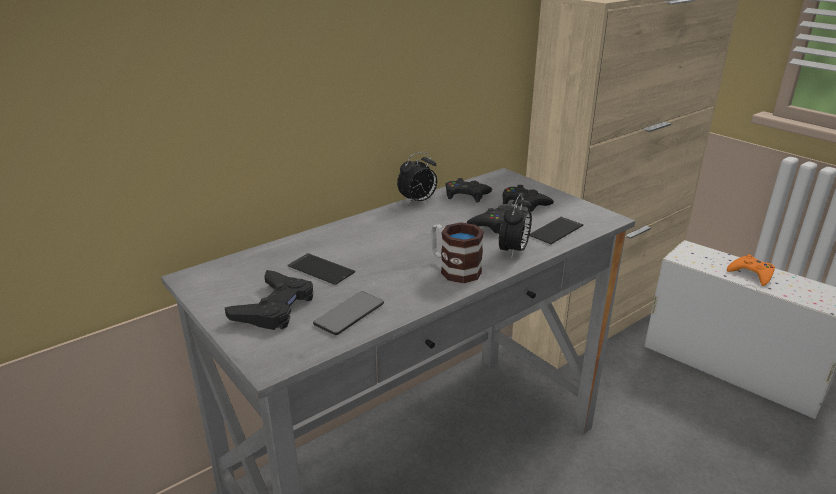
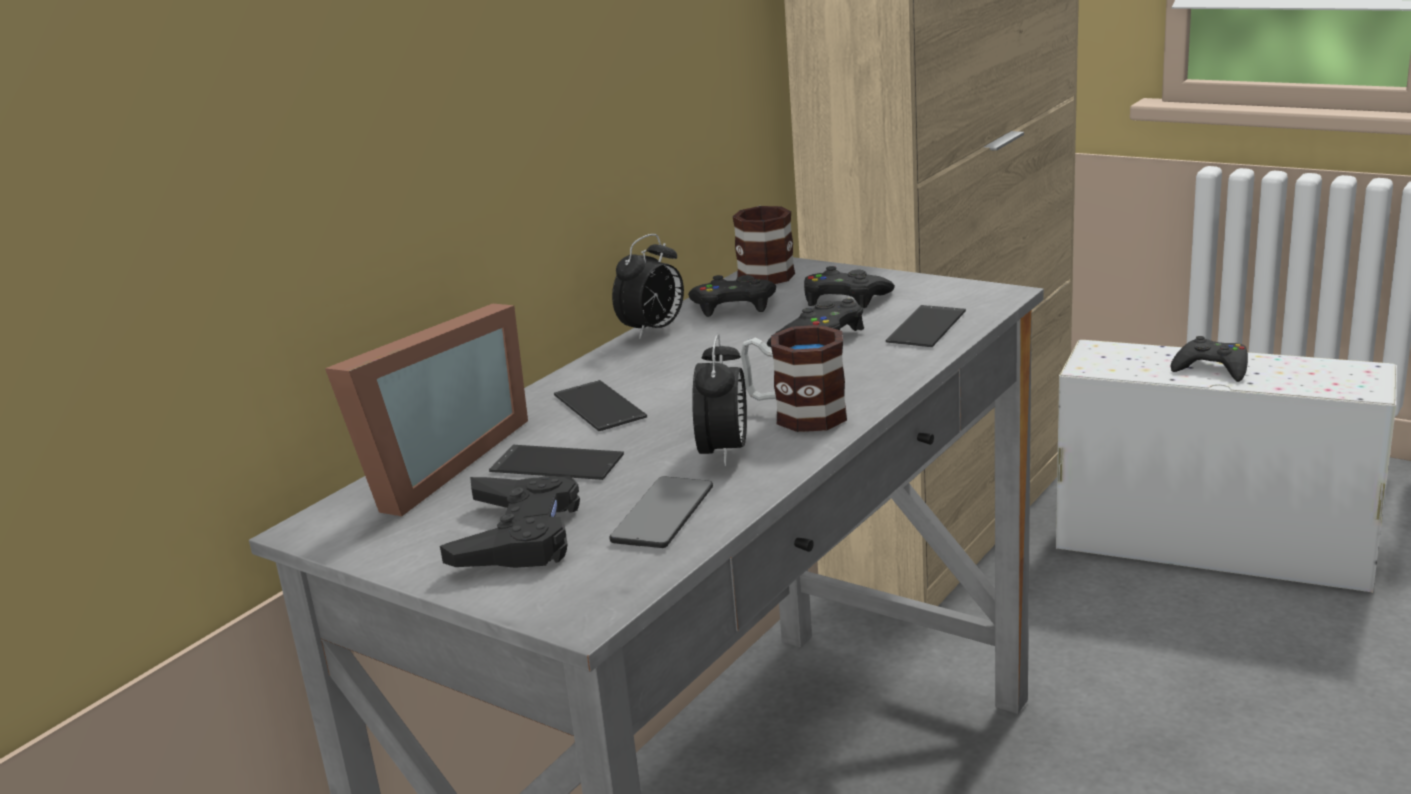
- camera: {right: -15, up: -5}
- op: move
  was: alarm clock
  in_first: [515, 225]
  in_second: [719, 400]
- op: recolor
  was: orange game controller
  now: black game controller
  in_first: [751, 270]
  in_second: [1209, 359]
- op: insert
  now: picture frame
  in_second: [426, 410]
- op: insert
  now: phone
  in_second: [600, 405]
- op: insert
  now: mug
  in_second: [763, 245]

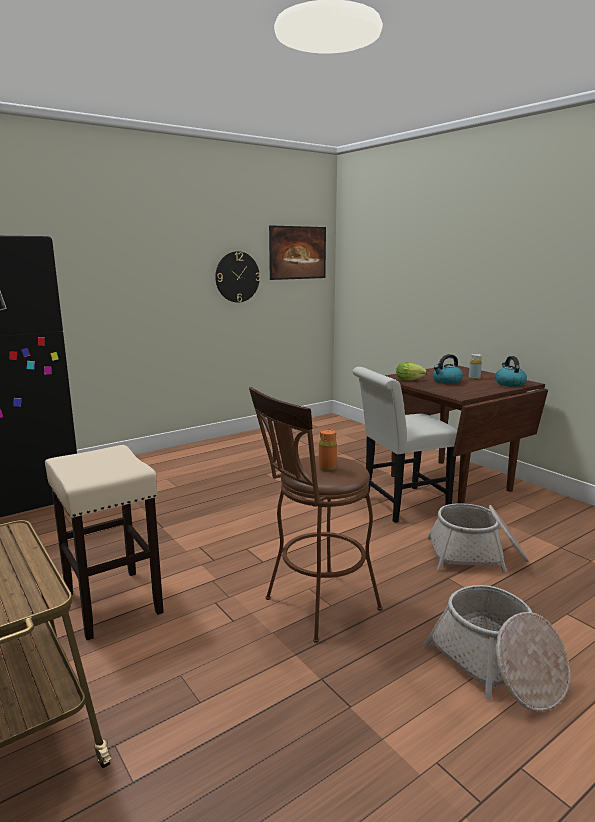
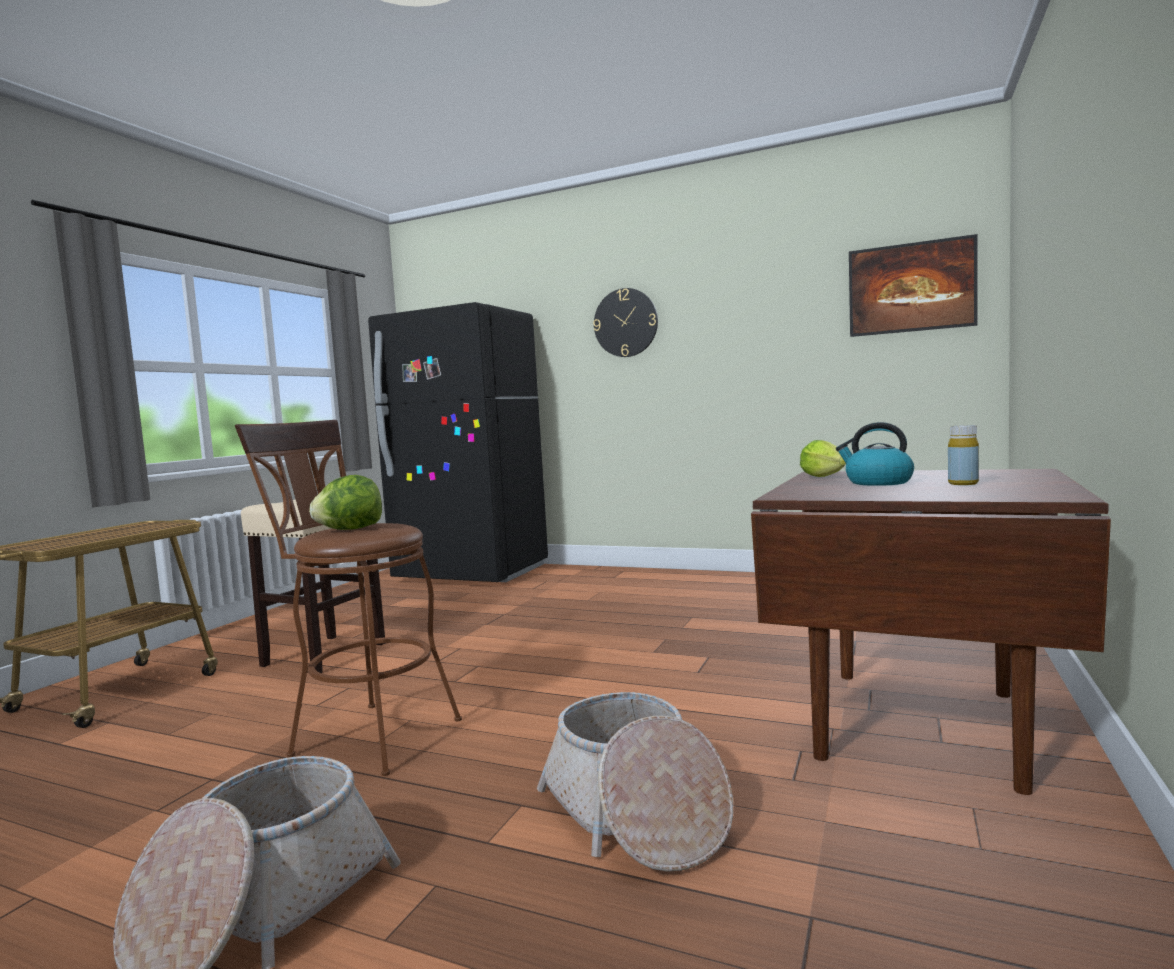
- camera: {right: 60, up: -10}
- op: move
  was: wall clock
  in_first: [237, 276]
  in_second: [625, 322]
- op: replace
  was: orange bottle
  now: lettuce
  in_first: [328, 450]
  in_second: [345, 502]
- op: delete
  was: white chair
  in_first: [404, 445]
- op: delete
  was: kettle
  in_first: [511, 371]

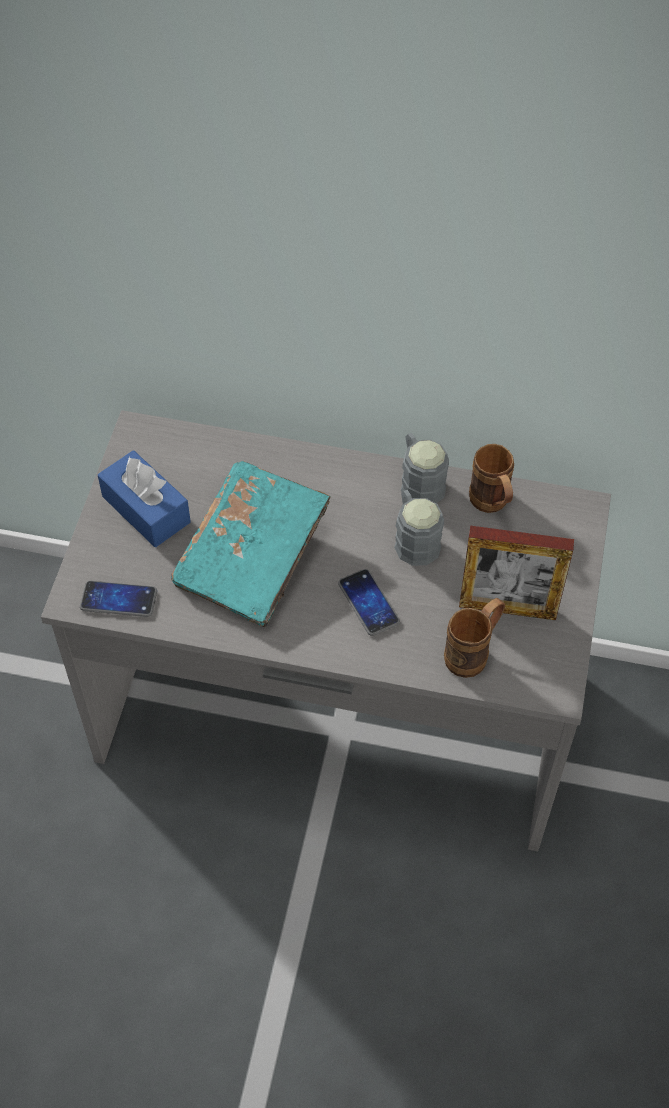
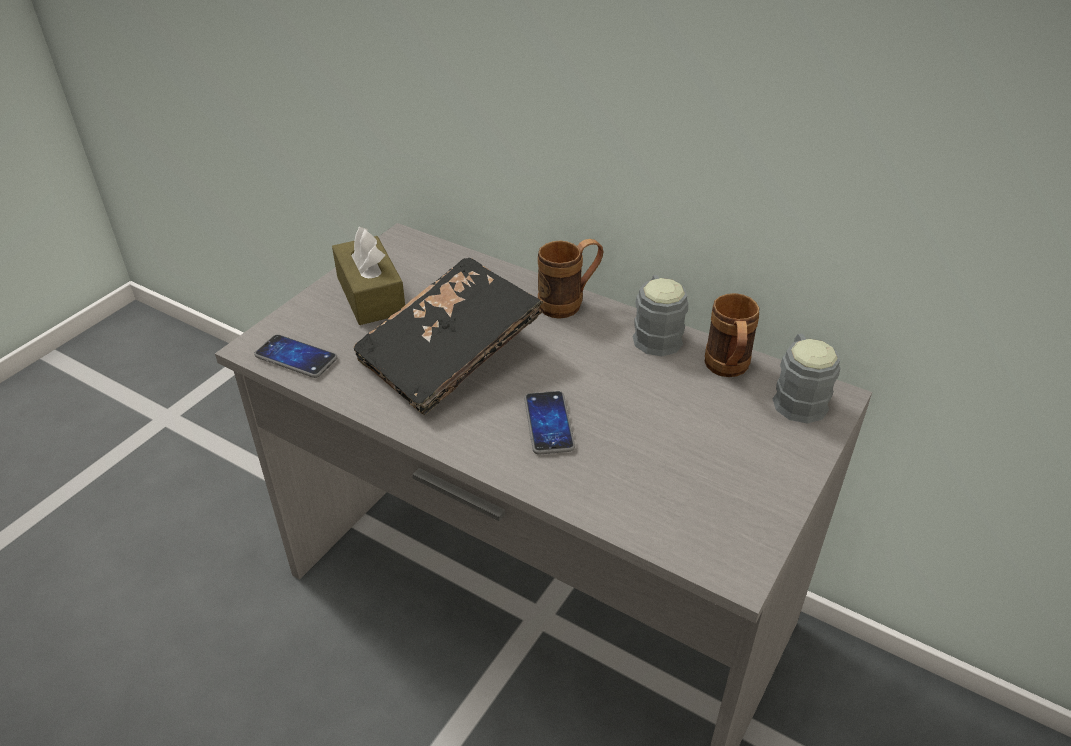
- camera: {right: 20, up: -15}
- op: recolor
  was: blue tissue box
  now: brown tissue box
  in_first: [144, 498]
  in_second: [368, 276]
- op: recolor
  was: turquoise book
  now: black book
  in_first: [251, 544]
  in_second: [448, 336]
- op: move
  was: grey mug
  in_first: [419, 528]
  in_second: [806, 379]
- op: move
  was: brown mug
  in_first: [474, 638]
  in_second: [571, 279]
- op: delete
  was: picture frame
  in_first: [516, 573]

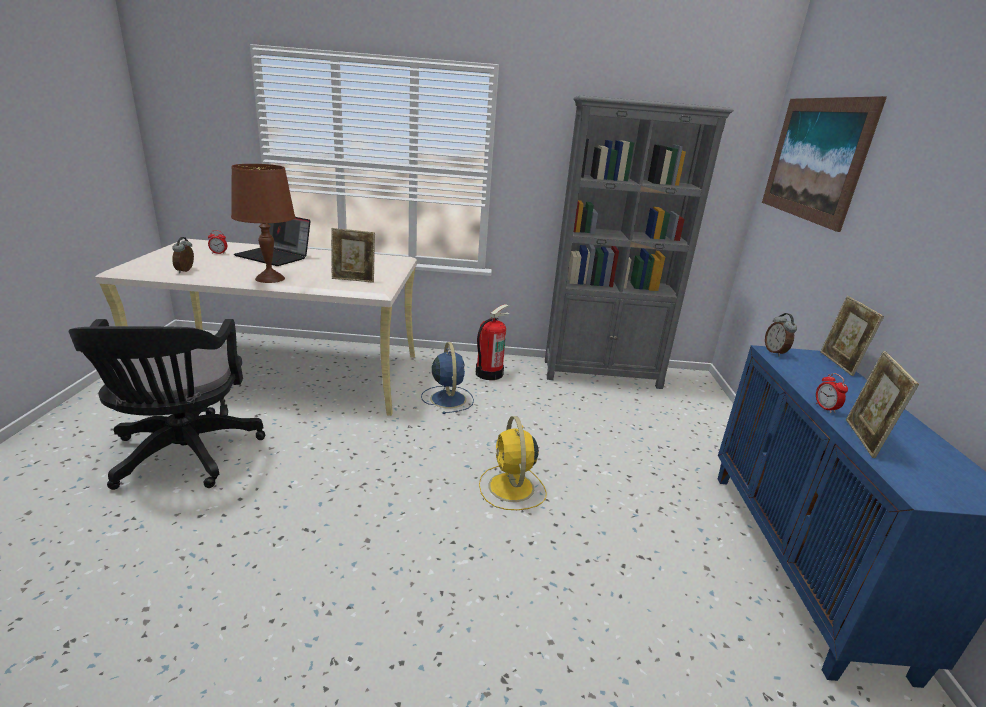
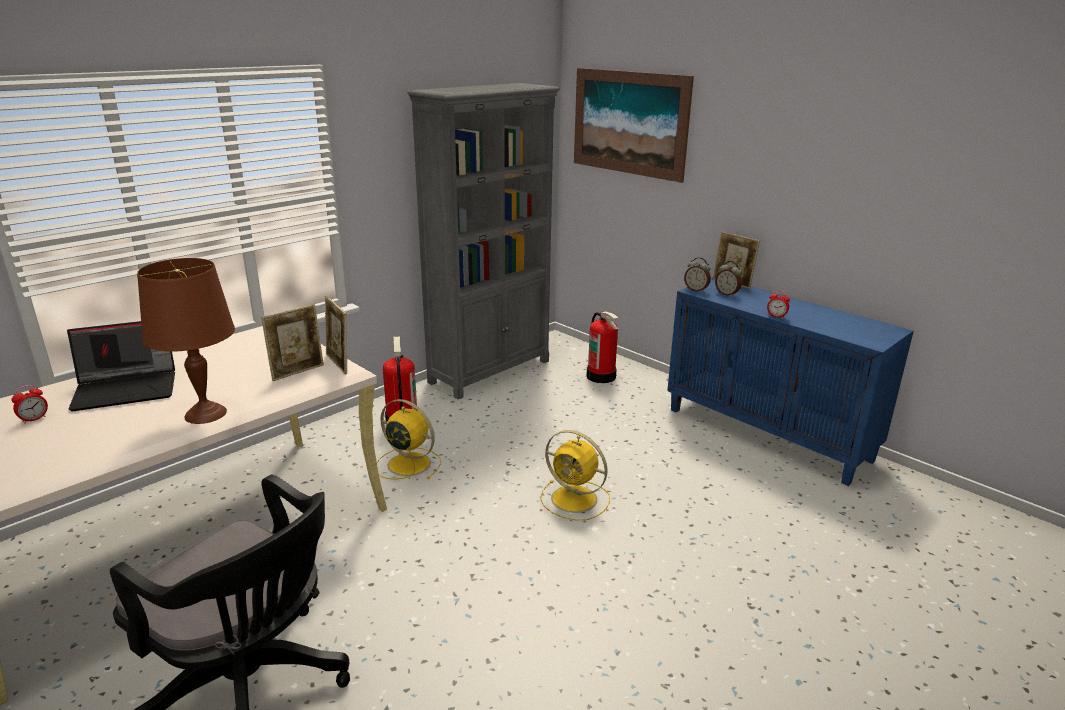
- camera: {right: -45, up: 0}
- op: move
  was: alarm clock
  in_first: [183, 255]
  in_second: [728, 279]
- op: recolor
  was: blue fan
  now: yellow fan
  in_first: [447, 378]
  in_second: [409, 439]
- op: move
  was: picture frame
  in_first: [882, 404]
  in_second: [336, 335]
- op: insert
  now: fire extinguisher
  in_second: [602, 347]

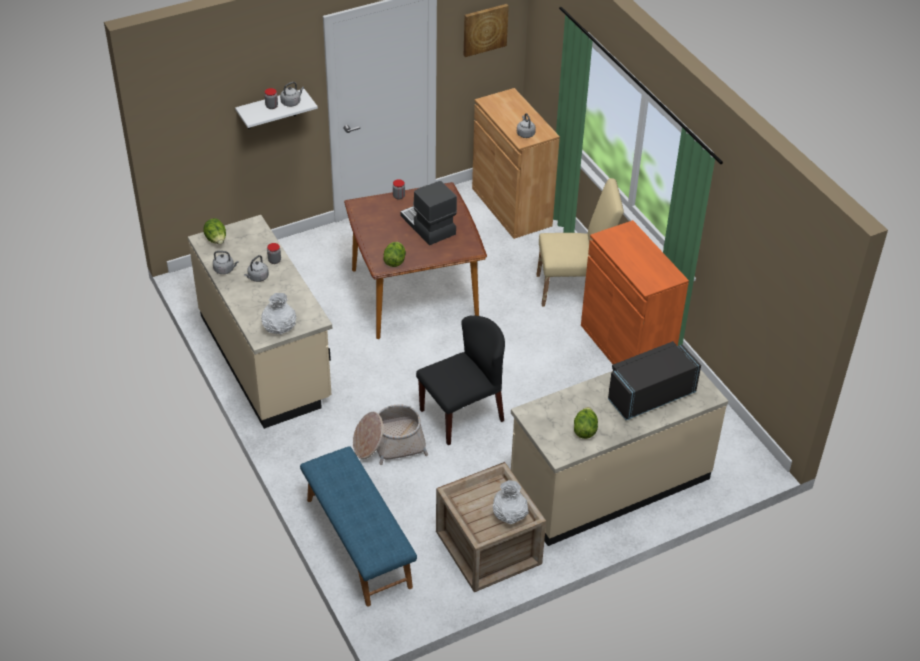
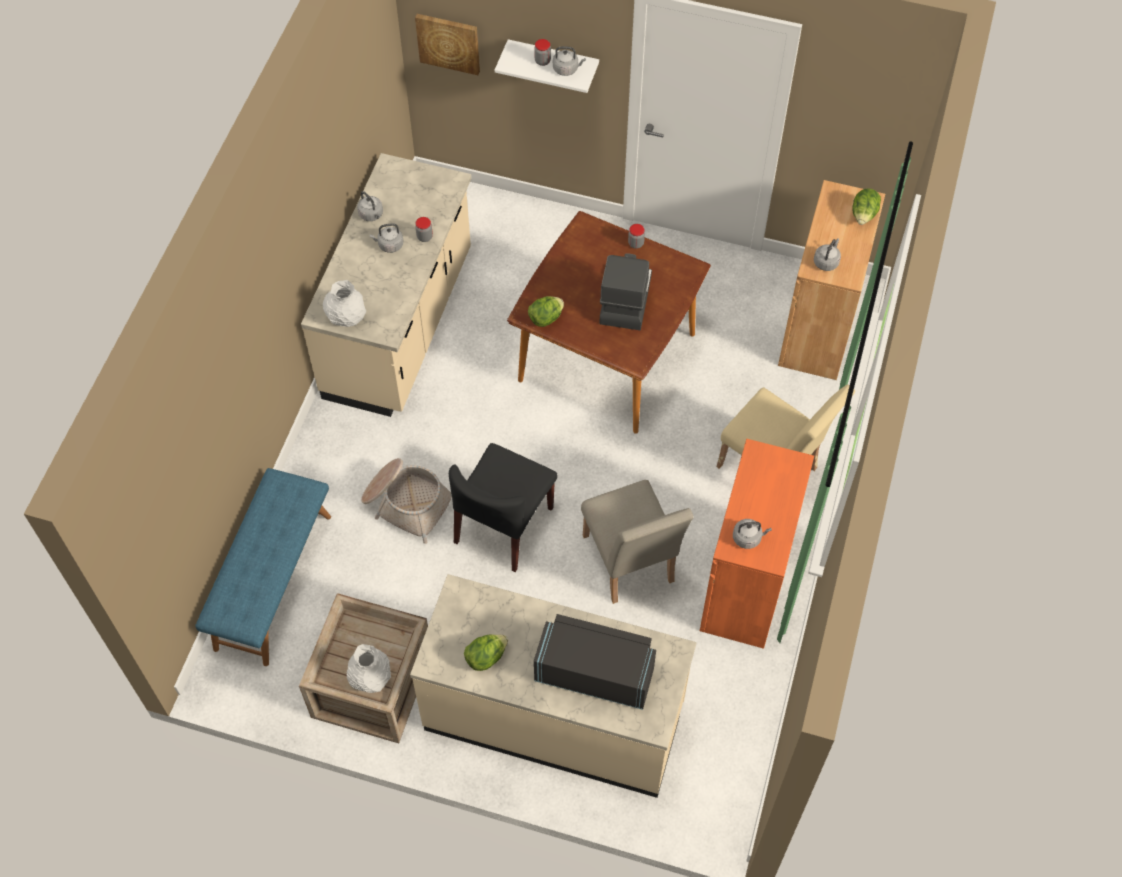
- camera: {right: 45, up: 15}
- op: move
  was: lettuce
  in_first: [214, 231]
  in_second: [866, 206]
- op: rotate
  was: black chair
  in_first: [460, 380]
  in_second: [503, 507]
  clockwise: 105
- op: move
  was: picture
  in_first: [486, 30]
  in_second: [447, 44]
- op: insert
  now: beige chair
  in_second: [637, 542]
- op: insert
  now: grey kettle
  in_second: [752, 534]

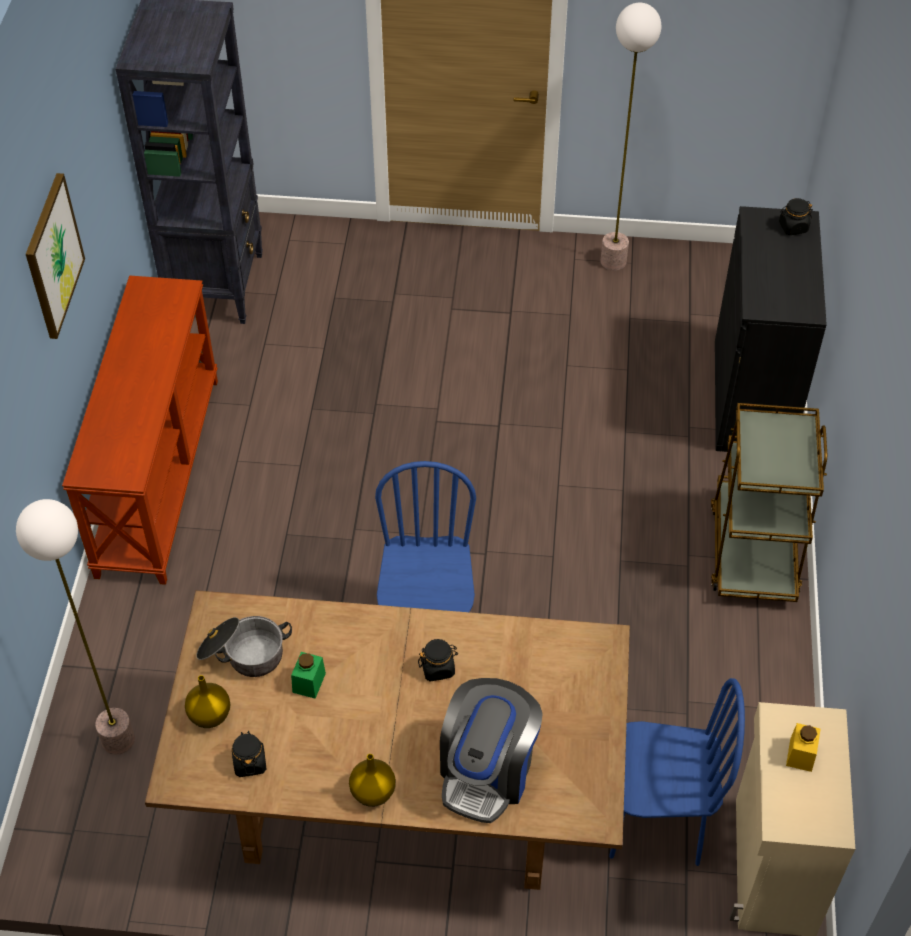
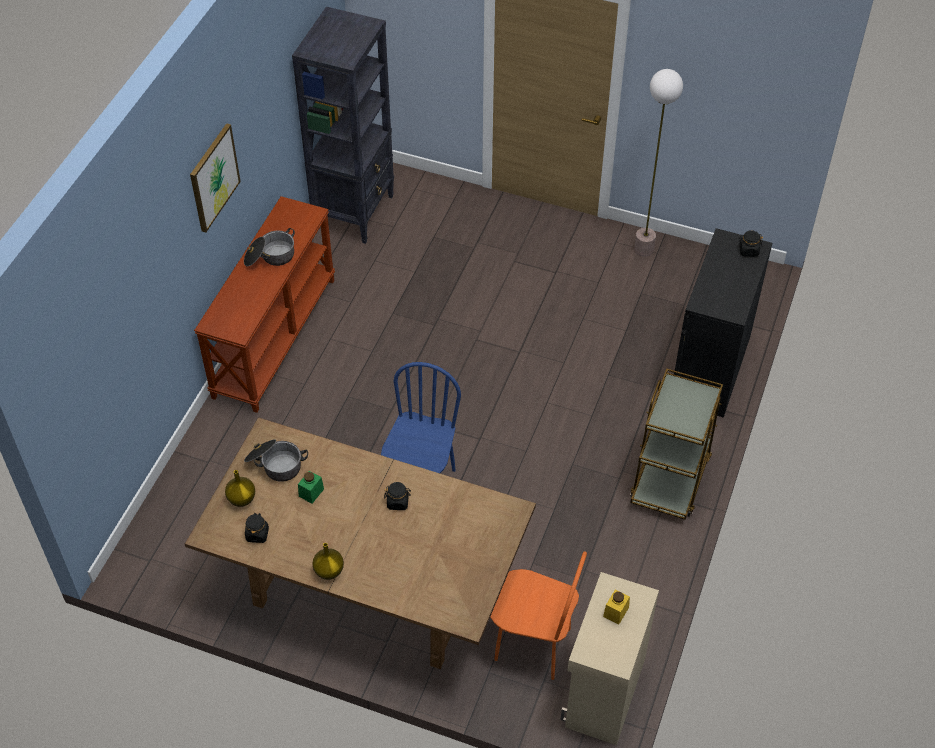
- camera: {right: 15, up: 0}
- op: delete
  was: floor lamp
  in_first: [75, 627]
- op: delete
  was: coffee machine
  in_first: [491, 750]
- op: recolor
  was: blue chair
  now: orange chair
  in_first: [677, 772]
  in_second: [538, 615]
- op: insert
  now: cooking pot
  in_second: [269, 247]

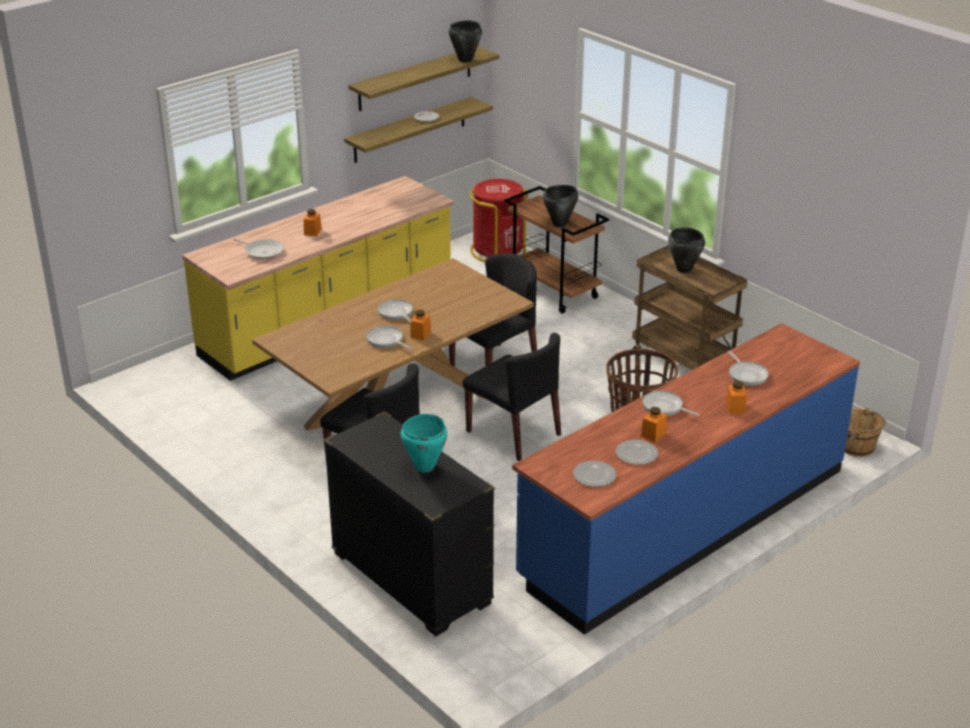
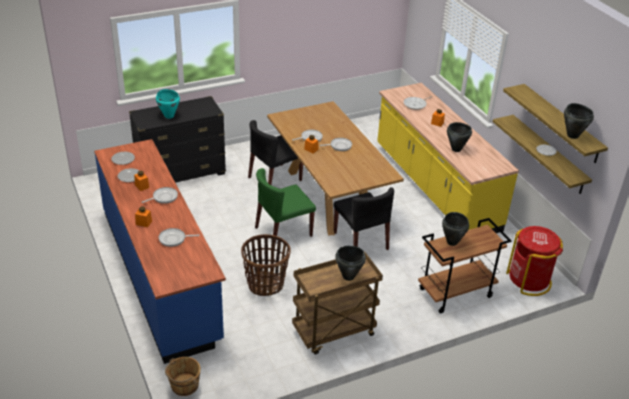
- camera: {right: 105, up: 5}
- op: recolor
  was: black chair
  now: green chair
  in_first: [512, 397]
  in_second: [285, 206]
- op: insert
  now: black cooking pot
  in_second: [459, 137]

